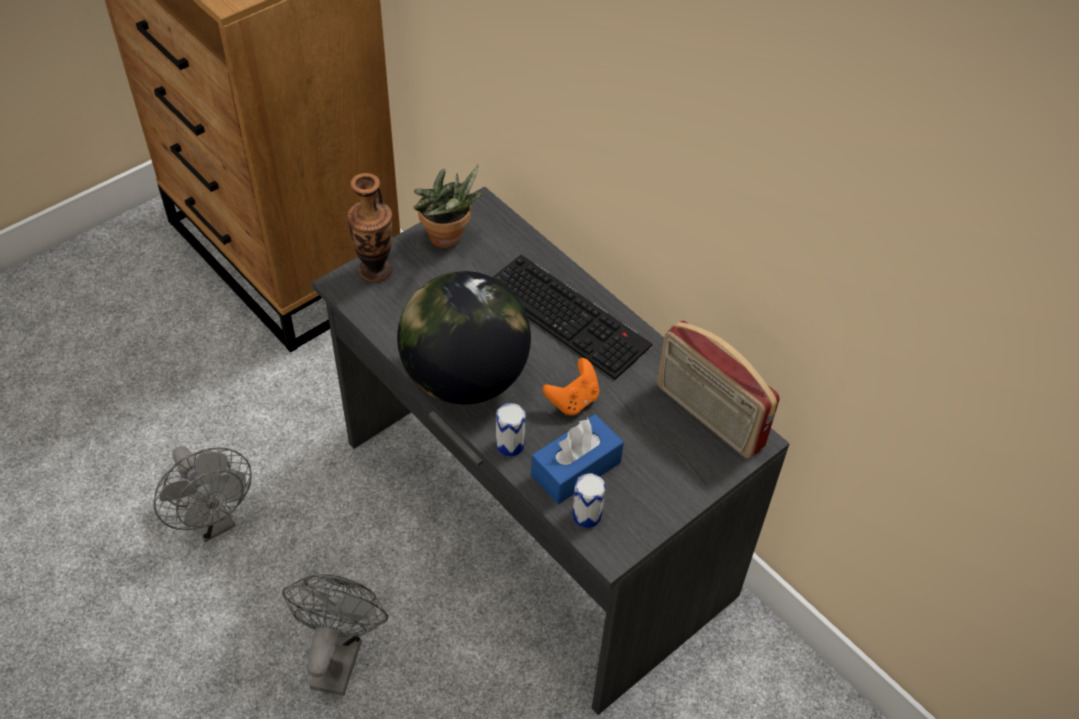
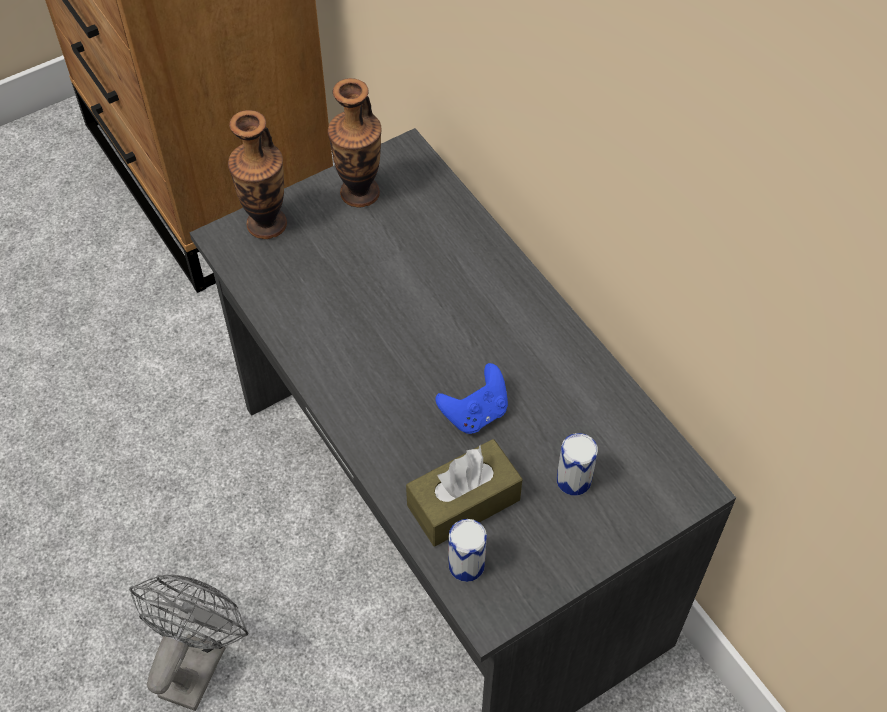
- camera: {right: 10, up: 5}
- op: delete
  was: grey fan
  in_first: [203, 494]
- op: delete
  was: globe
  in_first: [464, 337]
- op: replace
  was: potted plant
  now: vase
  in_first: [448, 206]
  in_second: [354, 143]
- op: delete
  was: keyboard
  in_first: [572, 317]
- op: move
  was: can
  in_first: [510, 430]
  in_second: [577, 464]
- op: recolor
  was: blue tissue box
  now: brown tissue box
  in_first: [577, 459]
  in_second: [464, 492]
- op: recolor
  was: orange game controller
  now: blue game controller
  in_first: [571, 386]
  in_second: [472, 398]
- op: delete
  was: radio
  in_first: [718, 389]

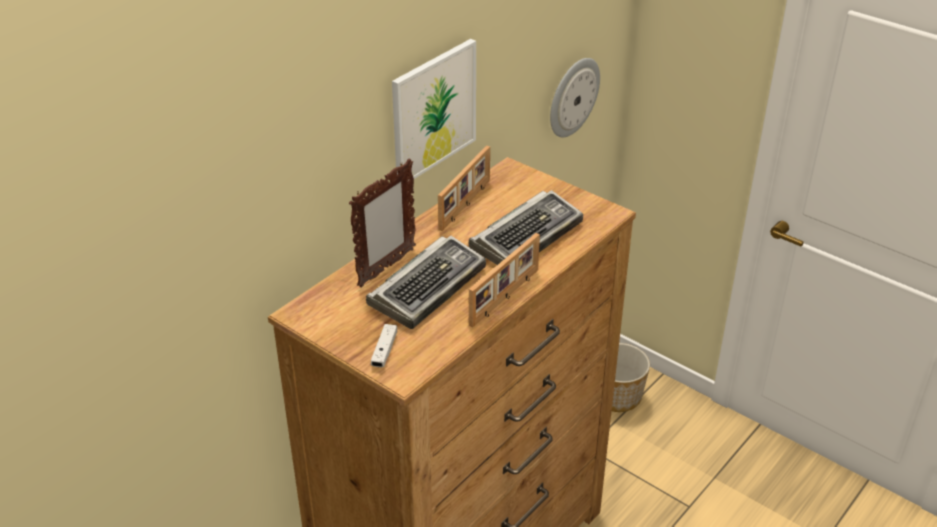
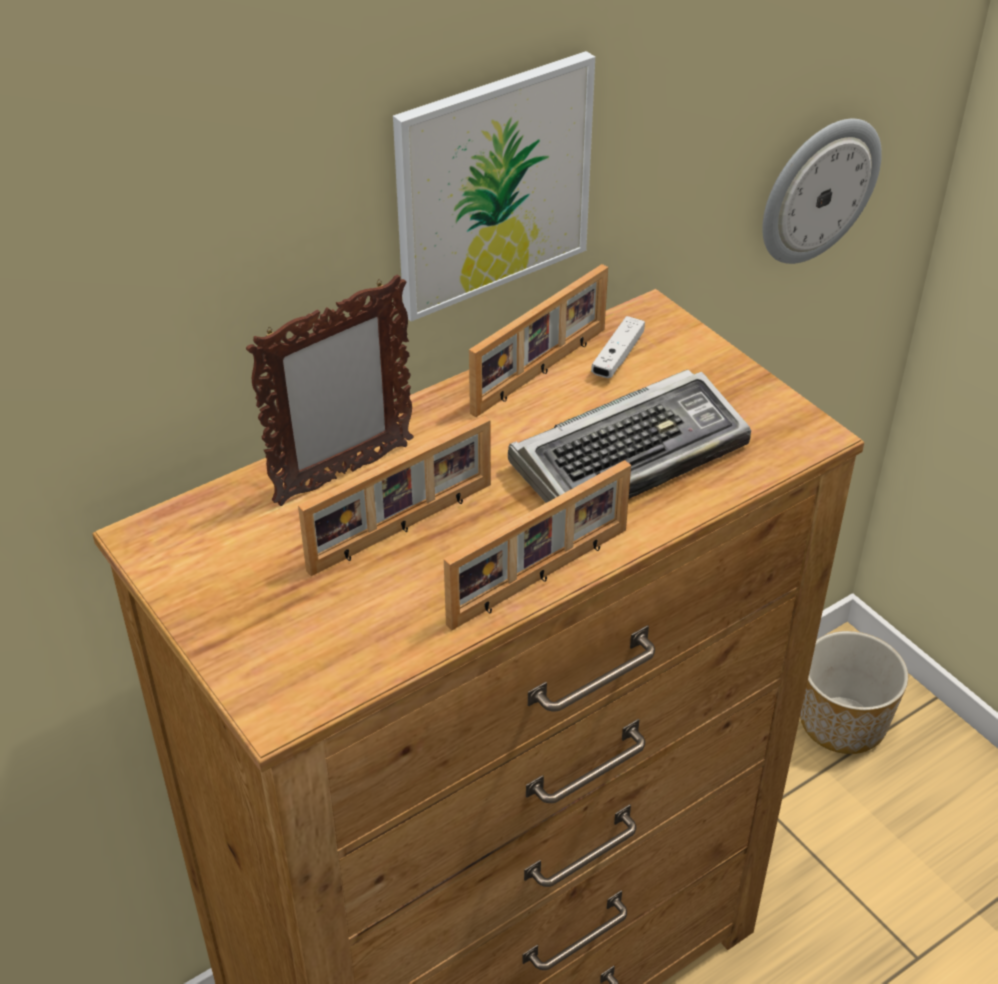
- camera: {right: 15, up: 5}
- op: replace
  was: keyboard
  now: picture frame
  in_first: [426, 282]
  in_second: [394, 496]
- op: move
  was: white game controller
  in_first: [384, 345]
  in_second: [618, 347]

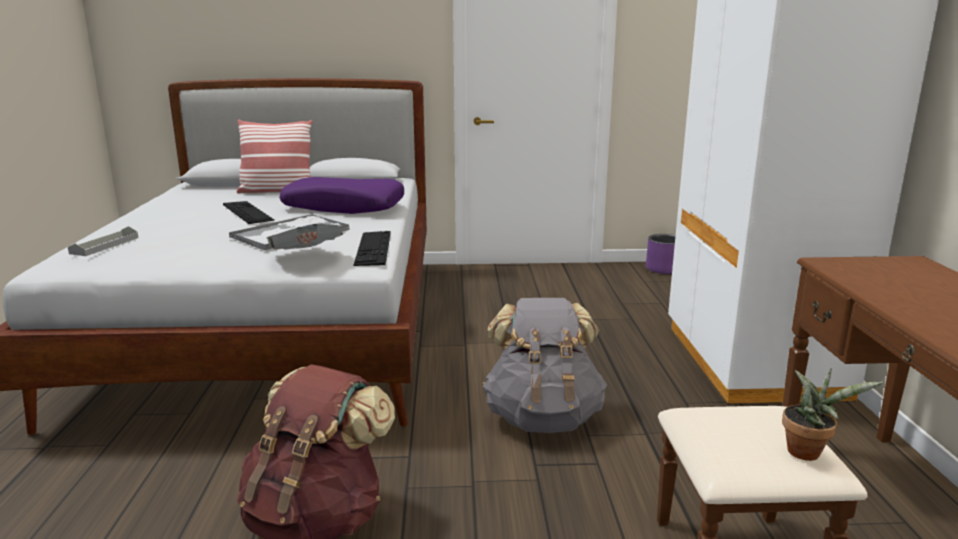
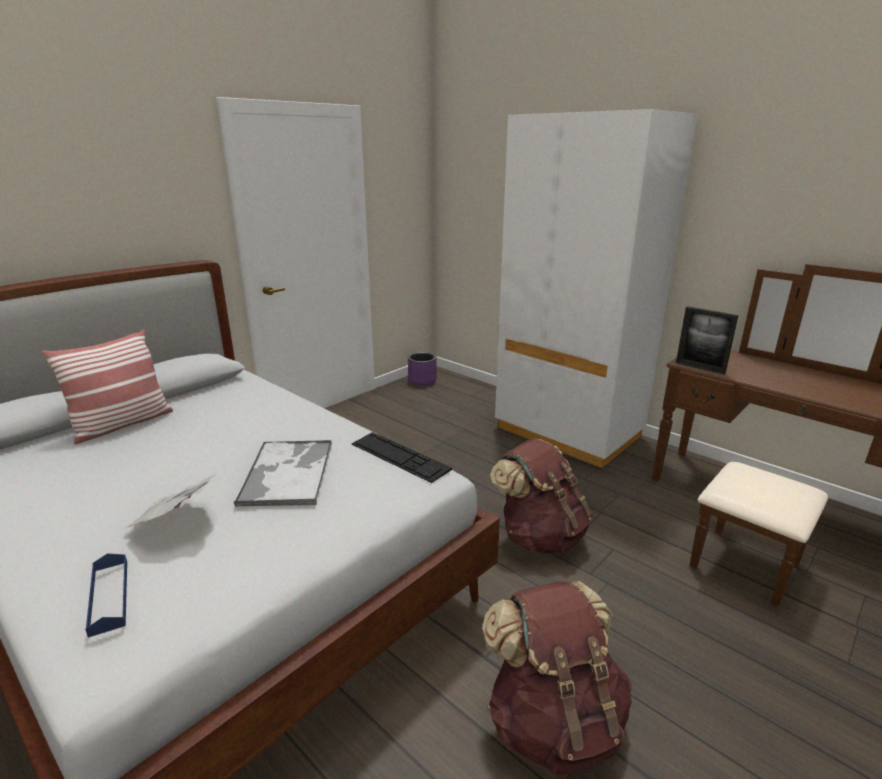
- camera: {right: -45, up: 5}
- op: recolor
  was: grey tray
  now: blue tray
  in_first: [103, 241]
  in_second: [106, 595]
- op: delete
  was: keyboard
  in_first: [249, 212]
- op: move
  was: newspaper
  in_first: [305, 237]
  in_second: [171, 501]
- op: delete
  was: purple pillow
  in_first: [341, 195]
- op: recolor
  was: grey backpack
  now: brown backpack
  in_first: [544, 365]
  in_second: [541, 496]
- op: delete
  was: potted plant
  in_first: [833, 414]
- op: insert
  now: picture frame
  in_second: [707, 340]

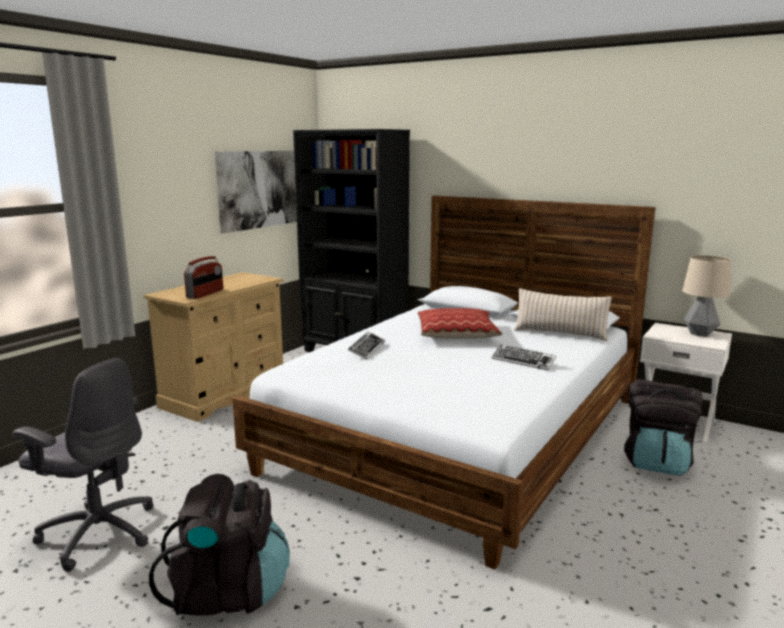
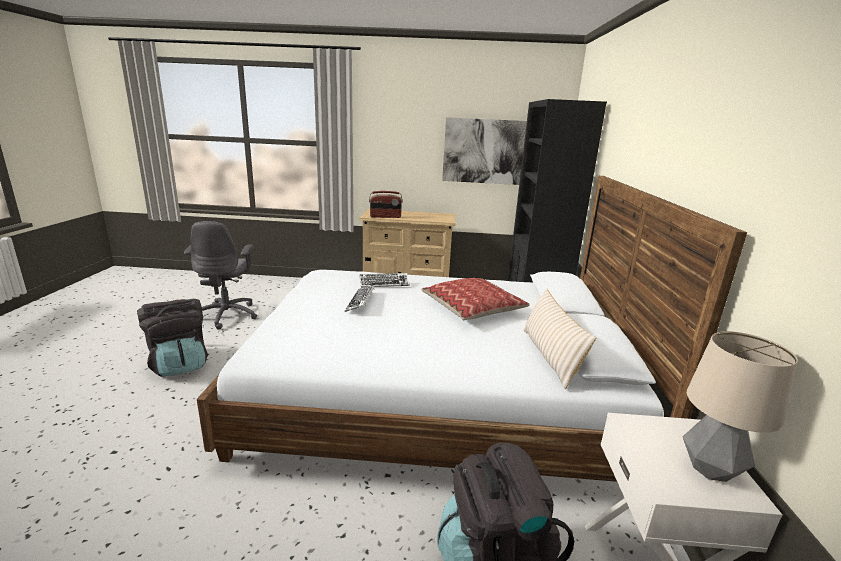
- camera: {right: 60, up: 5}
- op: move
  was: keyboard
  in_first: [523, 357]
  in_second: [360, 298]

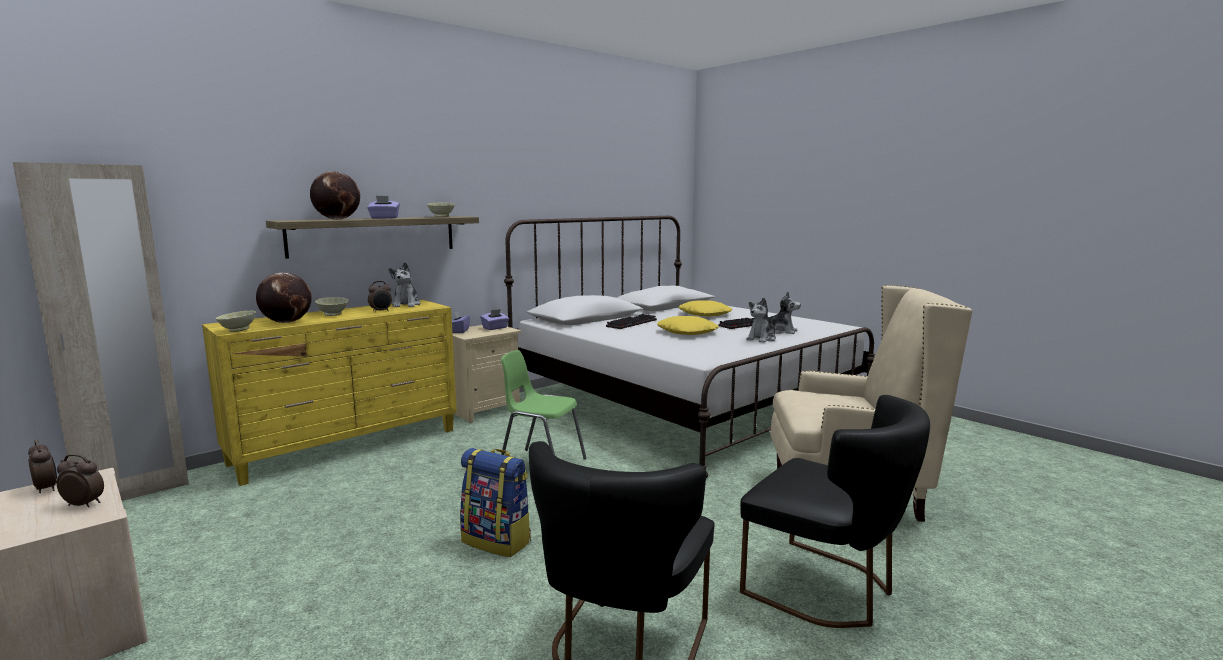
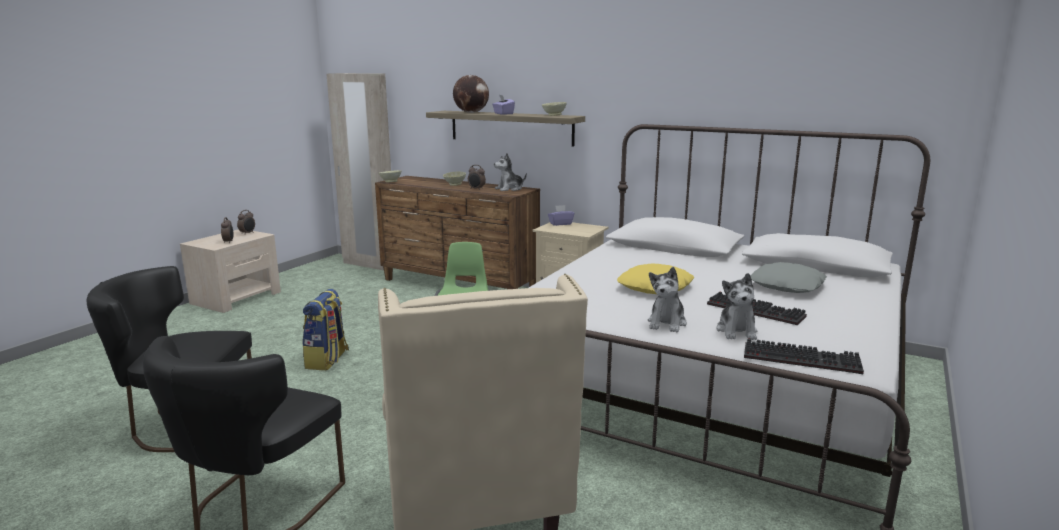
- camera: {right: 70, up: 5}
- op: recolor
  was: yellow dresser
  now: brown dresser
  in_first: [329, 393]
  in_second: [457, 232]
- op: delete
  was: globe
  in_first: [284, 297]
- op: delete
  was: purple tissue box
  in_first: [494, 319]
- op: move
  was: keyboard
  in_first: [631, 321]
  in_second: [804, 356]
- op: recolor
  was: yellow pillow
  now: grey pillow
  in_first: [706, 308]
  in_second: [789, 277]
- op: rotate
  was: plush toy
  in_first: [761, 320]
  in_second: [667, 299]
  clockwise: -90

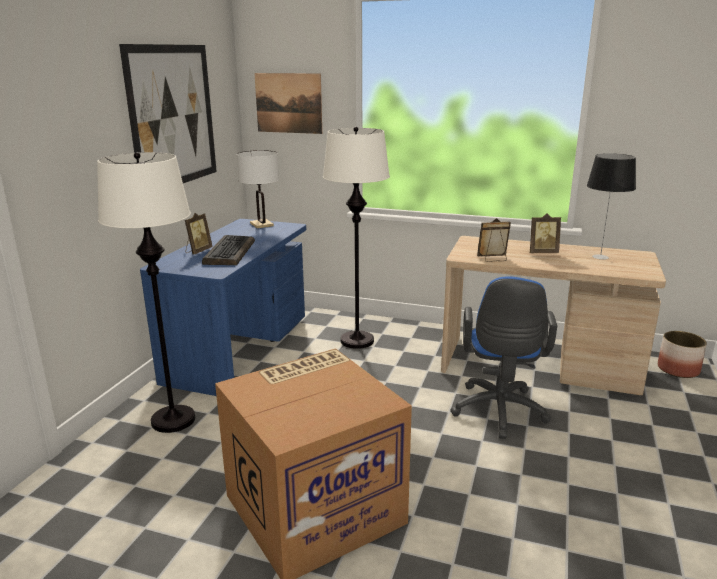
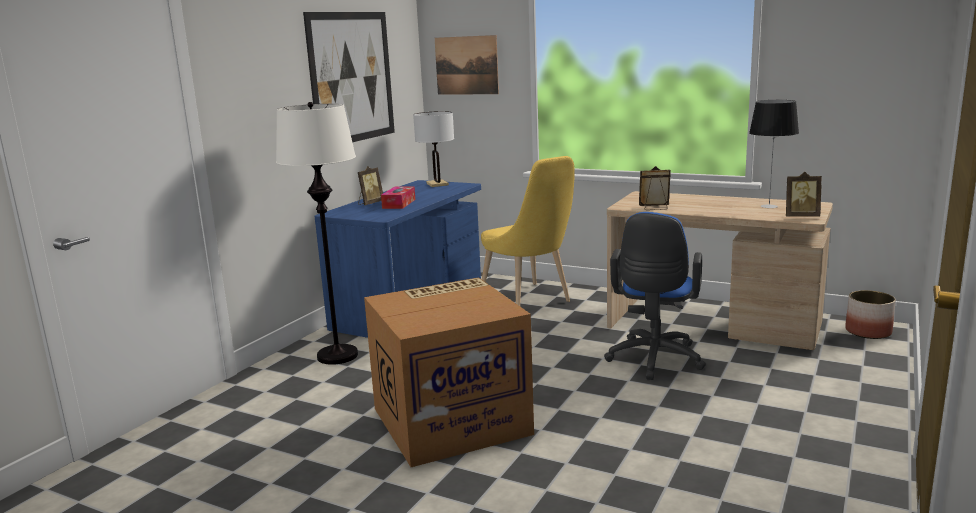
- camera: {right: 10, up: -5}
- op: replace
  was: keyboard
  now: tissue box
  in_first: [228, 250]
  in_second: [398, 198]
- op: replace
  was: white floor lamp
  now: yellow chair
  in_first: [356, 238]
  in_second: [528, 231]
- op: move
  was: picture frame
  in_first: [545, 233]
  in_second: [804, 194]

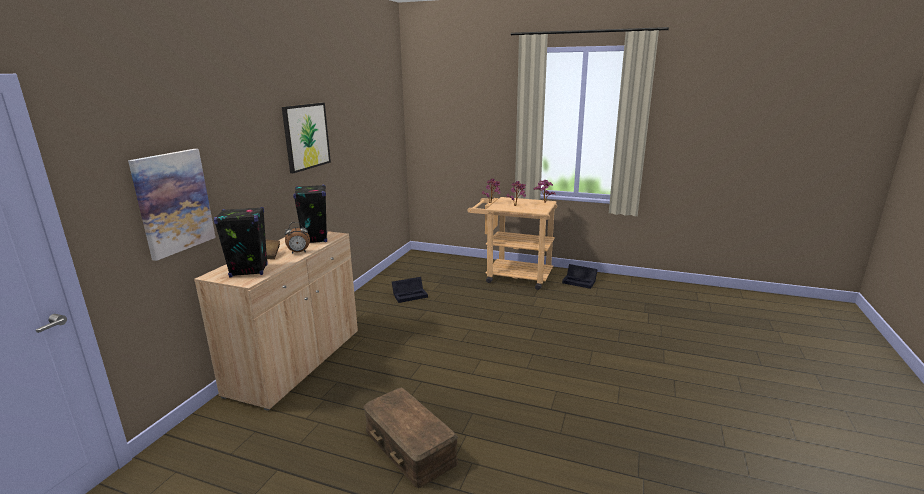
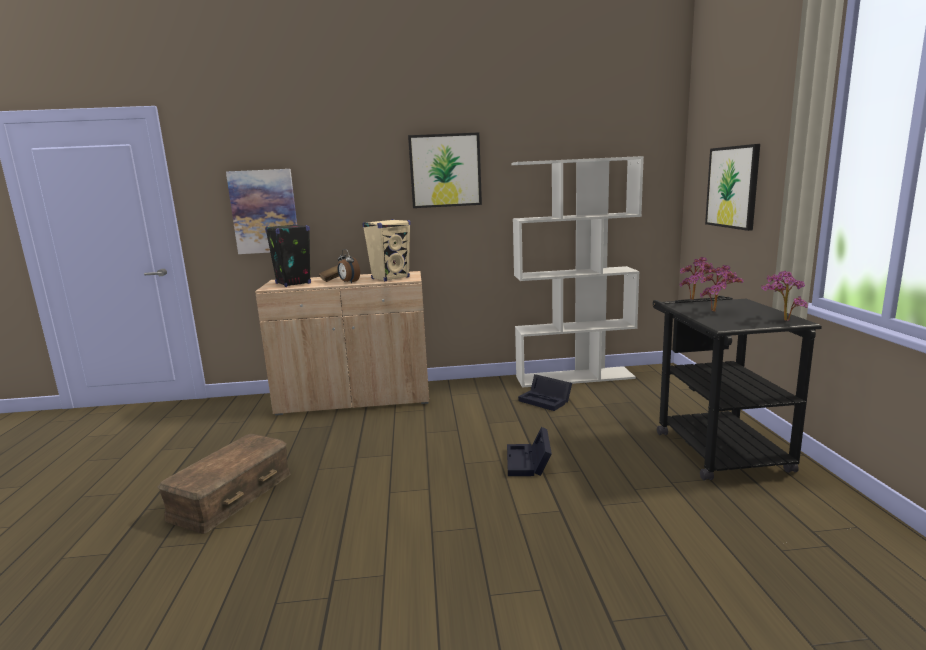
- camera: {right: 65, up: -5}
- op: recolor
  was: black speaker
  now: beige speaker
  in_first: [310, 214]
  in_second: [387, 250]
- op: recolor
  was: beige cart
  now: black cart
  in_first: [512, 243]
  in_second: [737, 388]
- op: move
  was: black storage box
  in_first: [580, 276]
  in_second: [529, 451]
- op: insert
  now: white bookcase
  in_second: [577, 272]
- op: insert
  now: picture
  in_second: [732, 187]

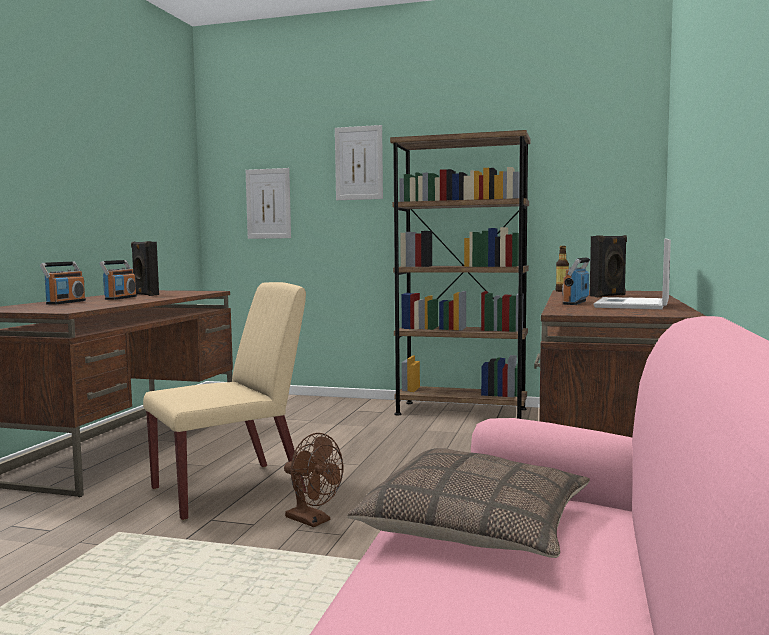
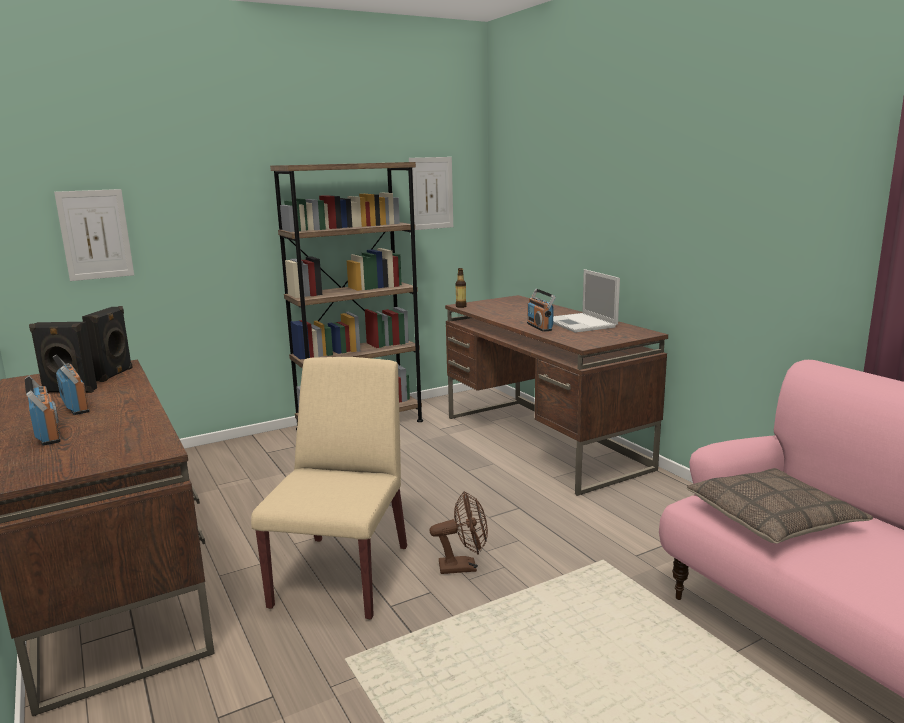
- camera: {right: -45, up: 10}
- op: move
  was: picture
  in_first: [359, 162]
  in_second: [431, 193]
- op: move
  was: black speaker
  in_first: [608, 266]
  in_second: [107, 344]

